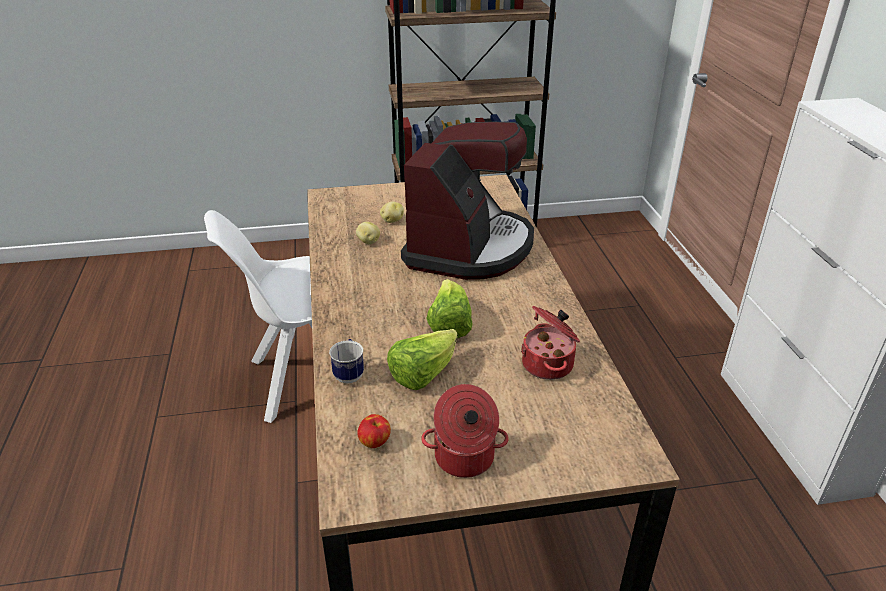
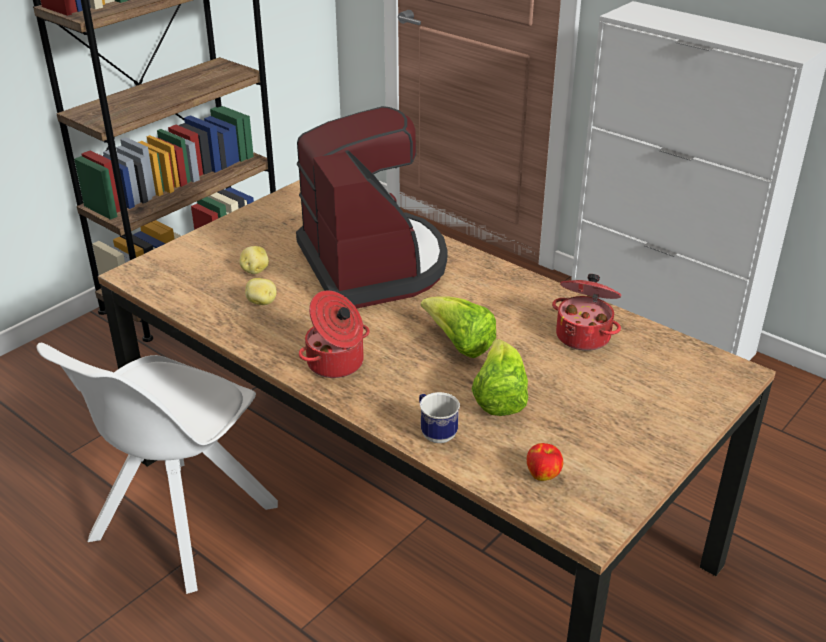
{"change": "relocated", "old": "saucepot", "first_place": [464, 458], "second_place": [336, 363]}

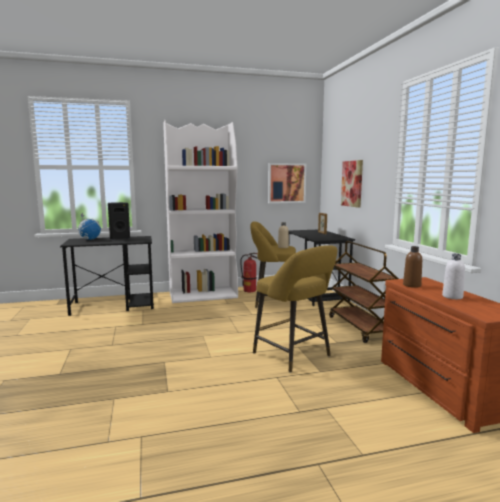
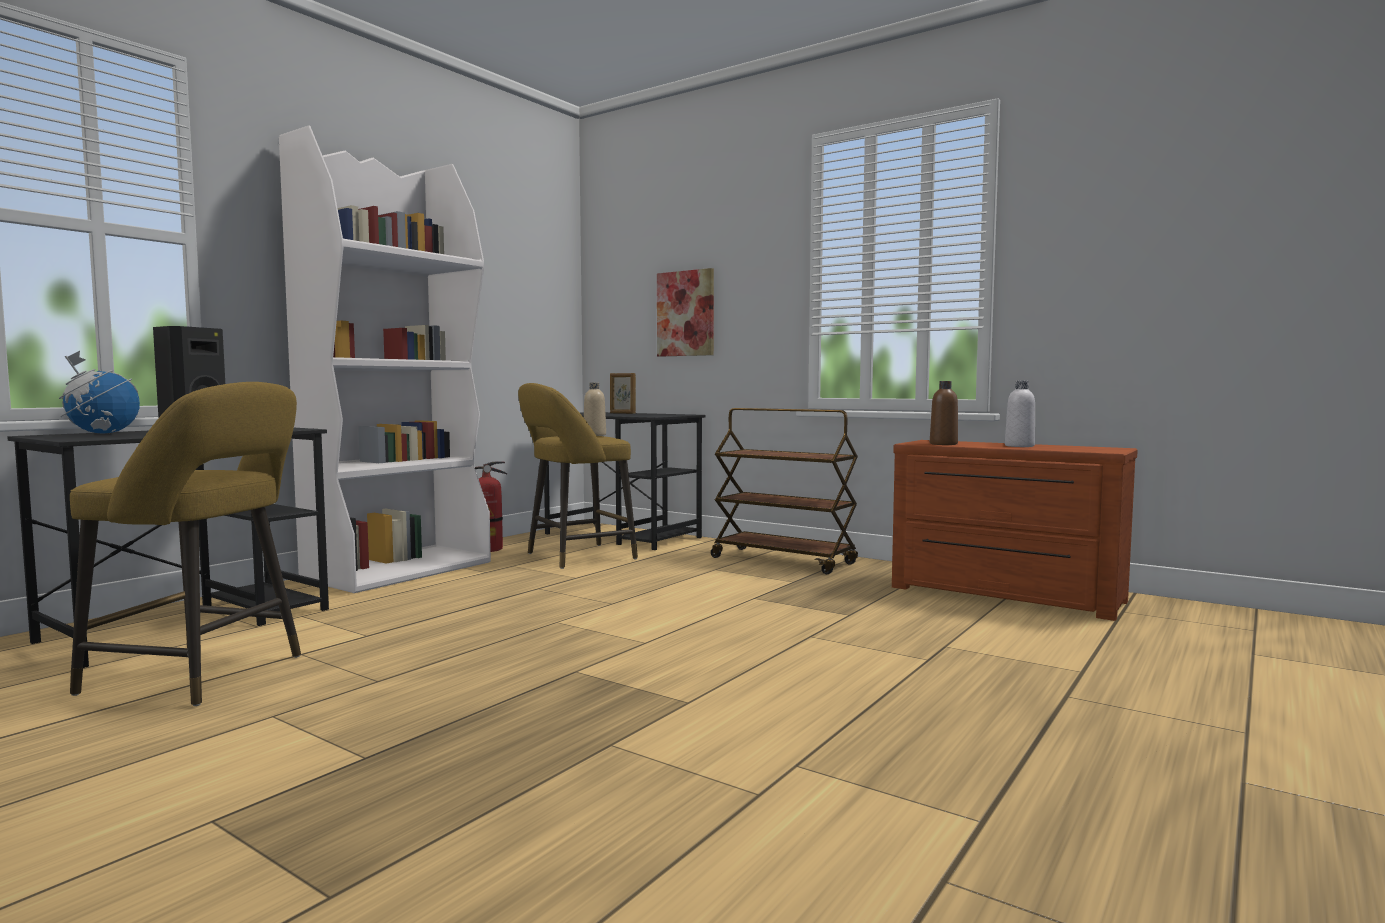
{"change": "missing", "old": "wall art", "first_place": [286, 183]}
{"change": "relocated", "old": "stool seat (yellow-coloured)", "first_place": [294, 356], "second_place": [204, 675]}

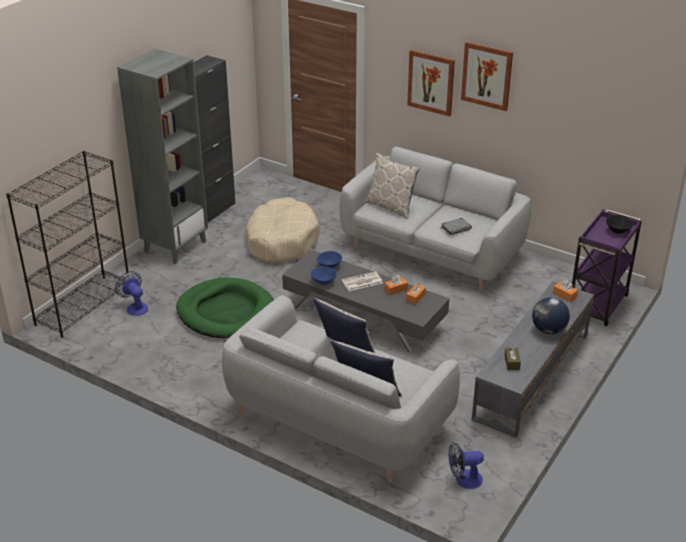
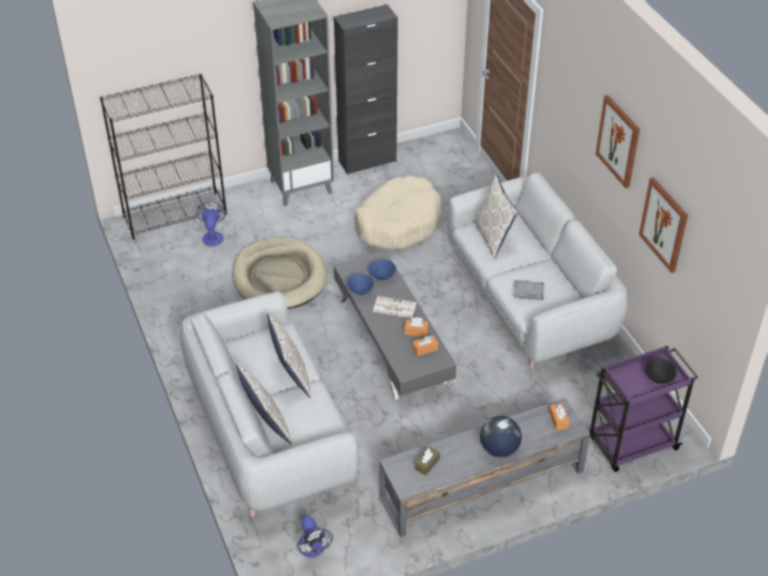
{"change": "relocated", "old": "wall art", "first_place": [431, 82], "second_place": [664, 224]}
{"change": "colour", "old": "pet bed (greenish)", "new": "pet bed (beige-coloured)", "first_place": [226, 312], "second_place": [279, 277]}
{"change": "spun", "old": "electric fan", "first_place": [464, 480], "second_place": [313, 550], "degrees": -135}

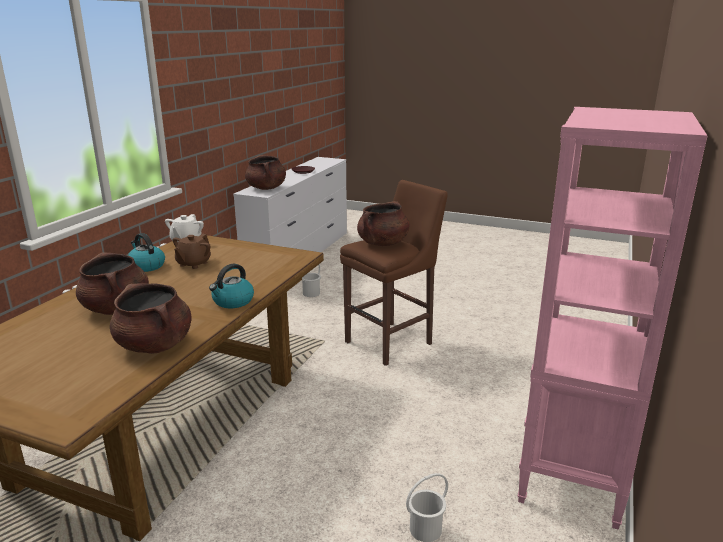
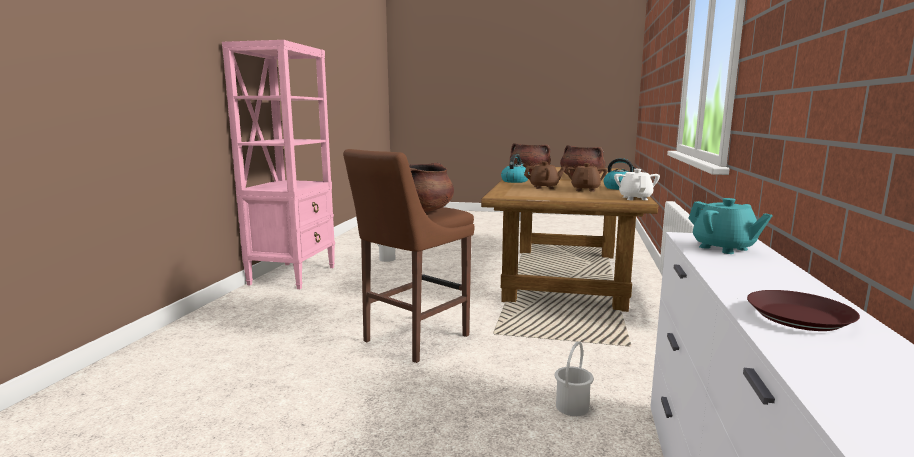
{"change": "exchanged", "old": "saucepot (brownish)", "new": "pot for tea (turquoise-coloured)", "first_place": [266, 188], "second_place": [723, 248]}
{"change": "appeared", "new": "pot for tea (brownish)", "second_place": [544, 187]}

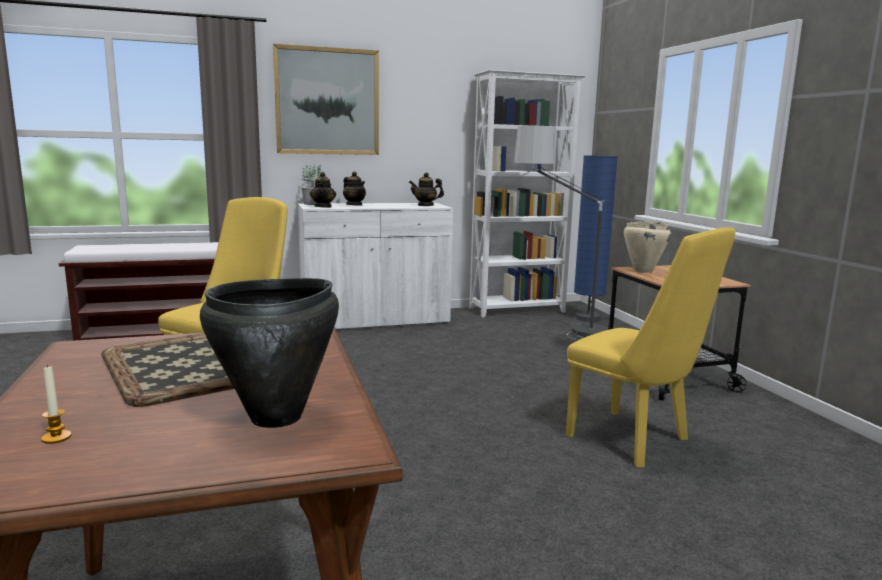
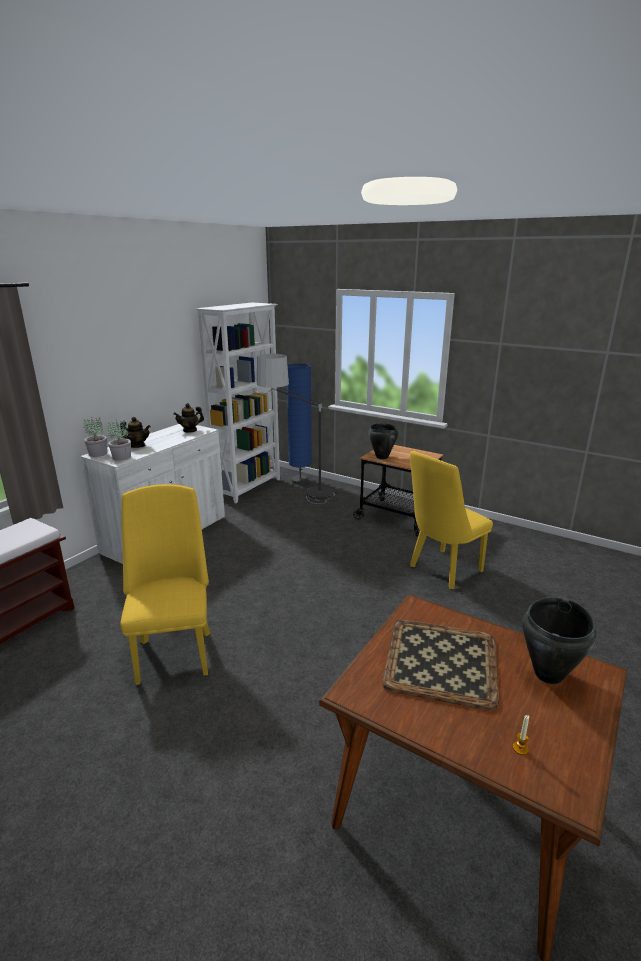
{"change": "missing", "old": "wall art", "first_place": [327, 101]}
{"change": "exchanged", "old": "pot for tea", "new": "plant in a pot", "first_place": [323, 207], "second_place": [122, 457]}
{"change": "colour", "old": "saucepot (beige-coloured)", "new": "saucepot (black)", "first_place": [642, 271], "second_place": [381, 457]}
{"change": "spun", "old": "upright chair (yellow-coloured)", "first_place": [636, 441], "second_place": [442, 571], "degrees": 135}

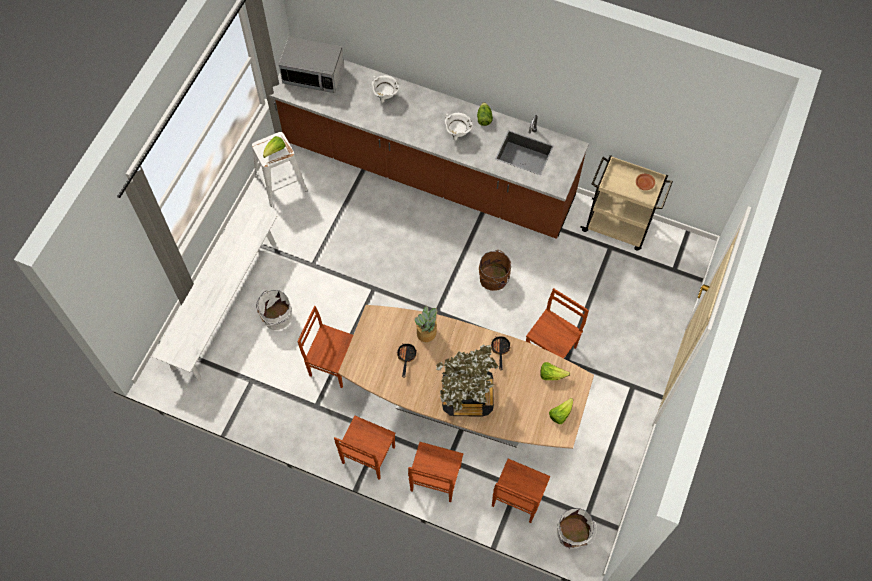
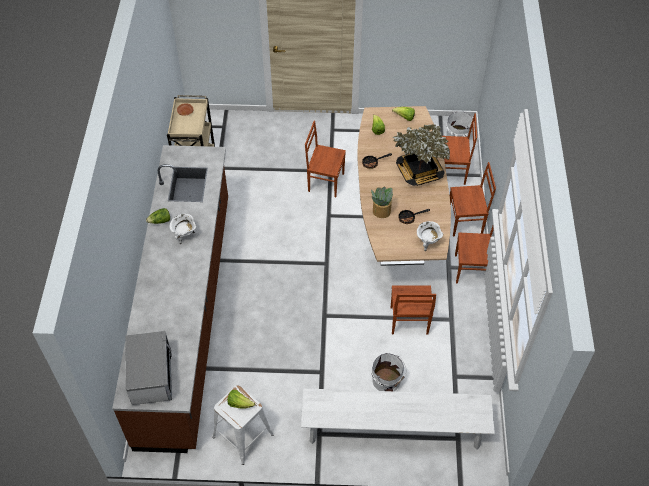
{"change": "relocated", "old": "saucepot (white)", "first_place": [385, 96], "second_place": [427, 242]}
{"change": "missing", "old": "pail (brownish)", "first_place": [494, 278]}

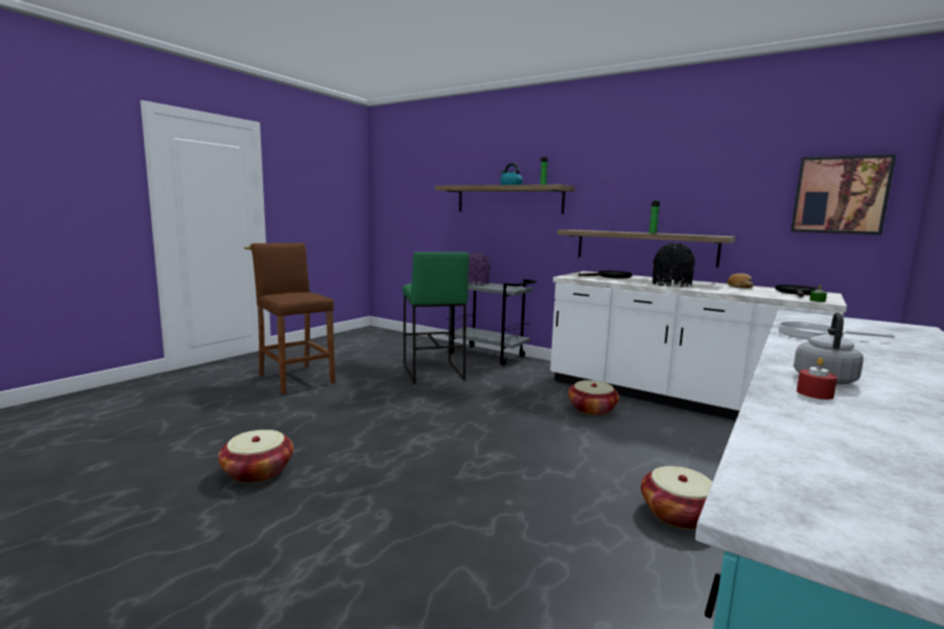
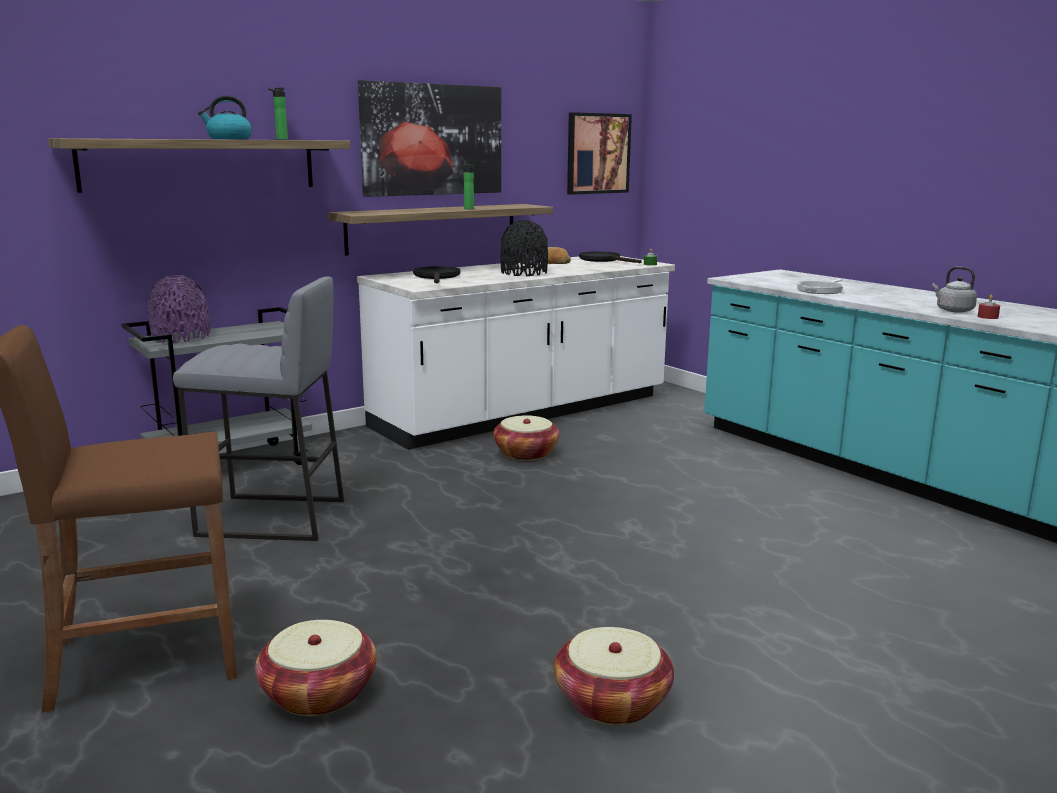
{"change": "colour", "old": "stool seat (greenish)", "new": "stool seat (grey)", "first_place": [432, 372], "second_place": [271, 518]}
{"change": "relocated", "old": "basket", "first_place": [678, 514], "second_place": [319, 693]}
{"change": "appeared", "new": "wall art", "second_place": [432, 140]}

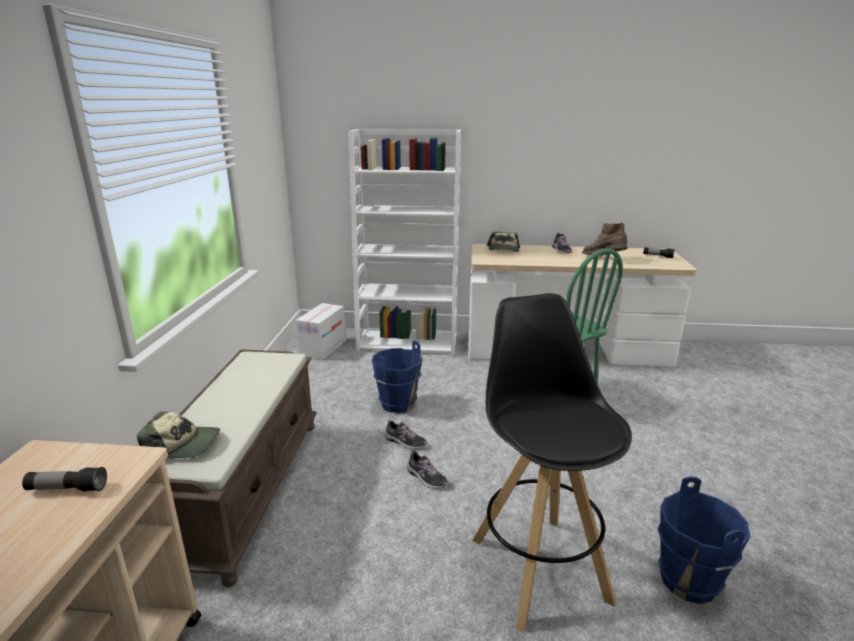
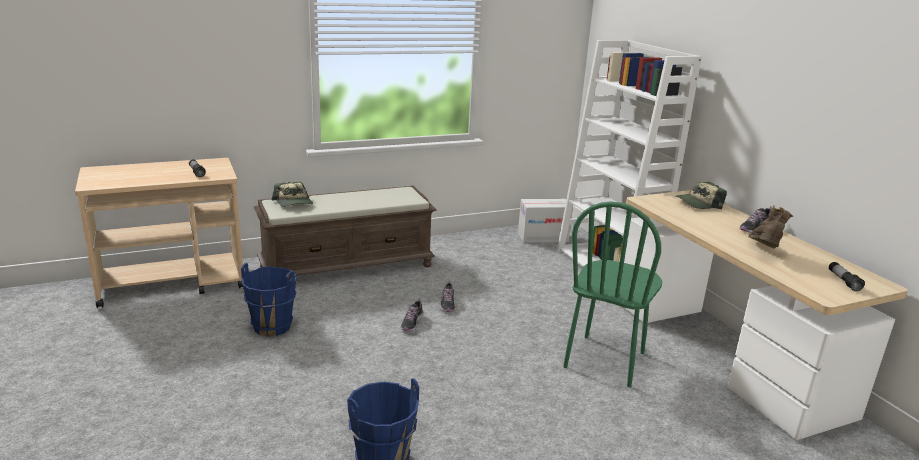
{"change": "missing", "old": "stool seat (black)", "first_place": [538, 567]}
{"change": "relocated", "old": "pail (blue)", "first_place": [397, 404], "second_place": [272, 327]}

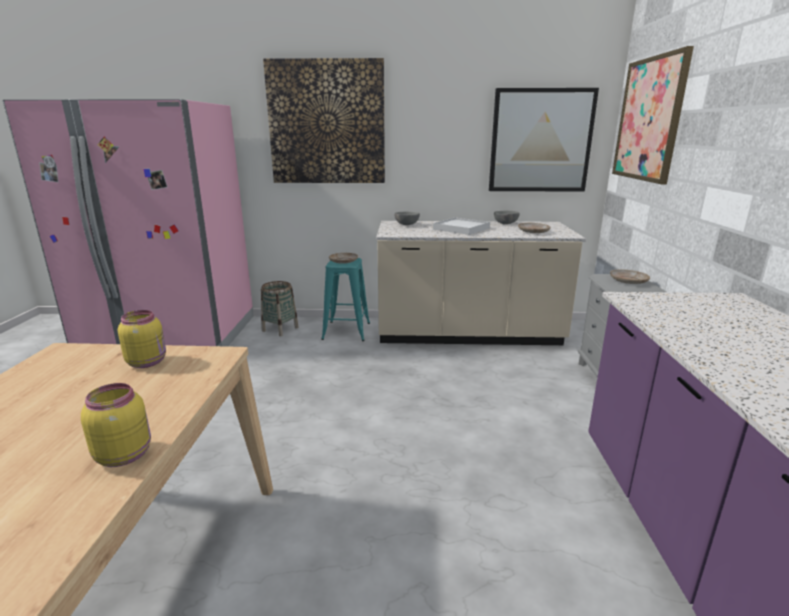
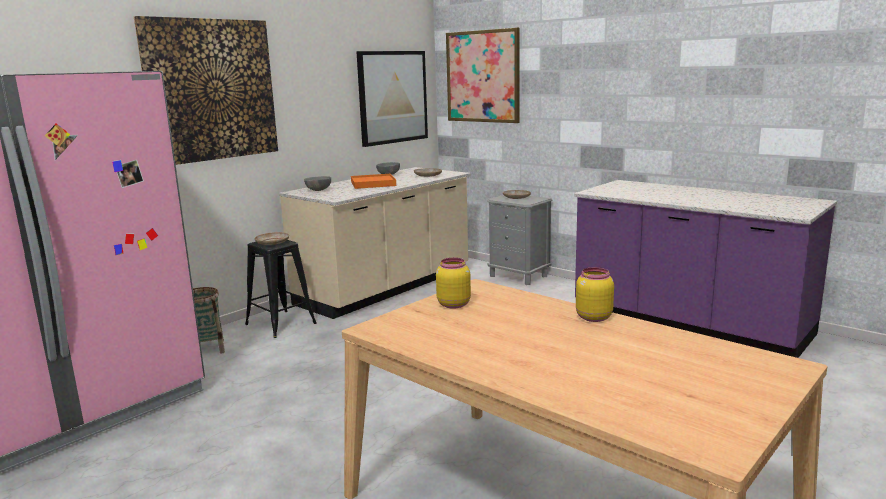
{"change": "colour", "old": "serving tray (white)", "new": "serving tray (orange)", "first_place": [461, 228], "second_place": [373, 184]}
{"change": "colour", "old": "stool seat (turquoise-coloured)", "new": "stool seat (black)", "first_place": [346, 331], "second_place": [280, 324]}

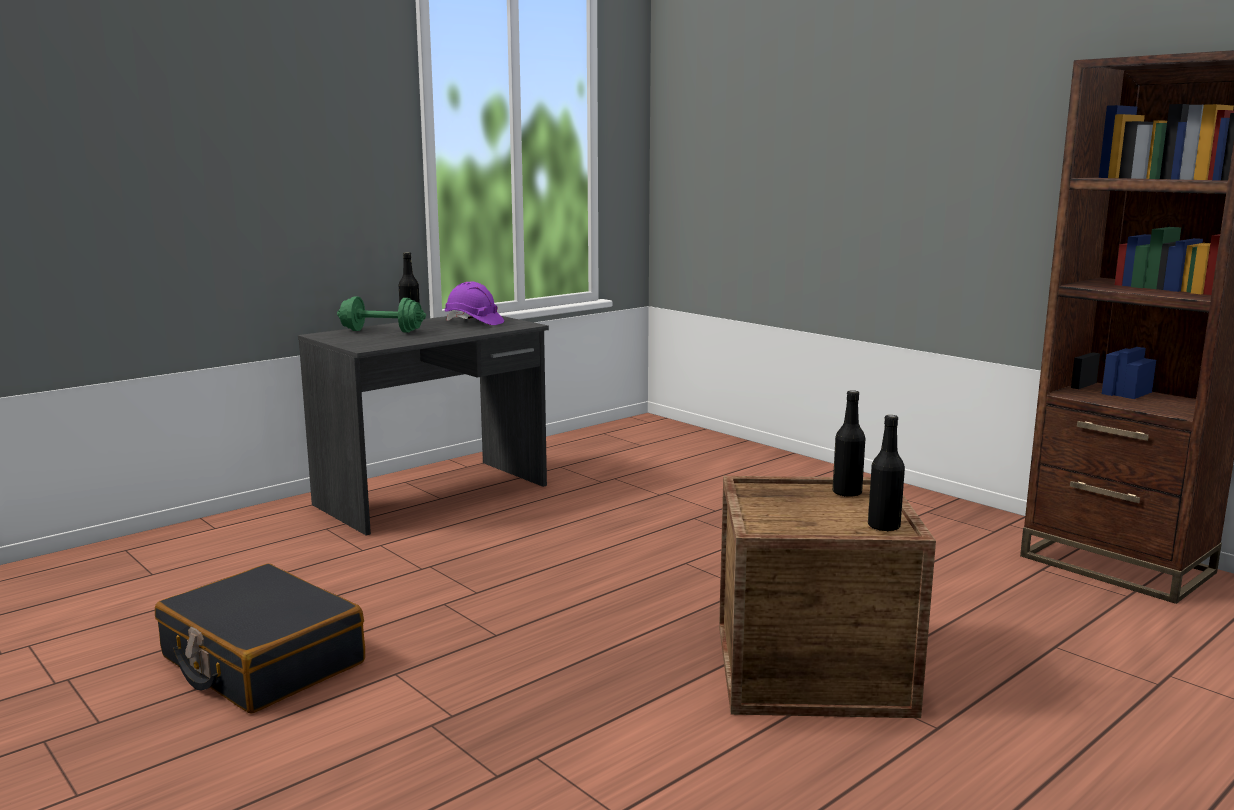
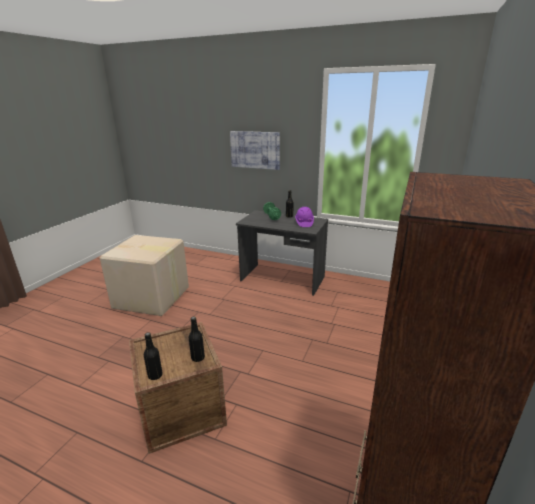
{"change": "exchanged", "old": "travel case (black)", "new": "cardboard box", "first_place": [262, 661], "second_place": [152, 298]}
{"change": "appeared", "new": "wall art", "second_place": [255, 150]}

